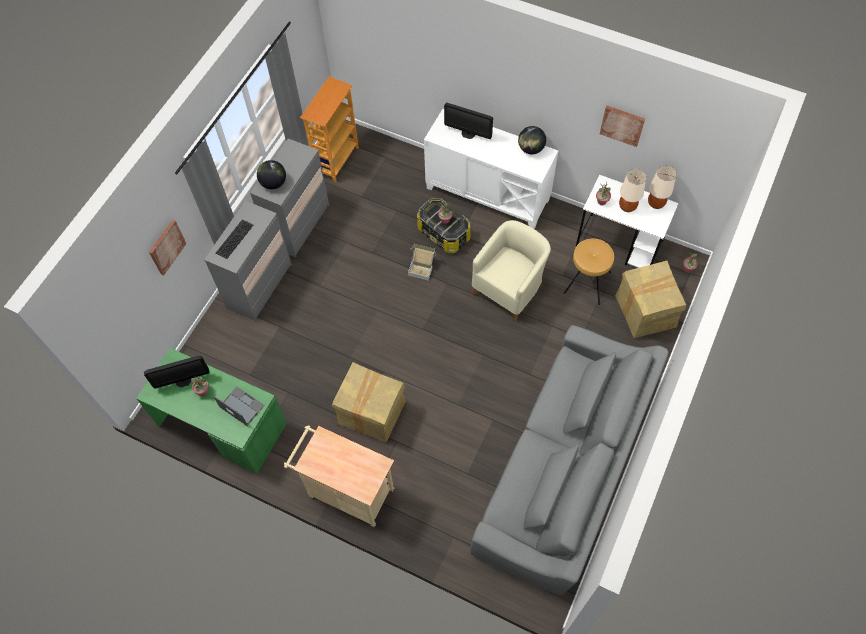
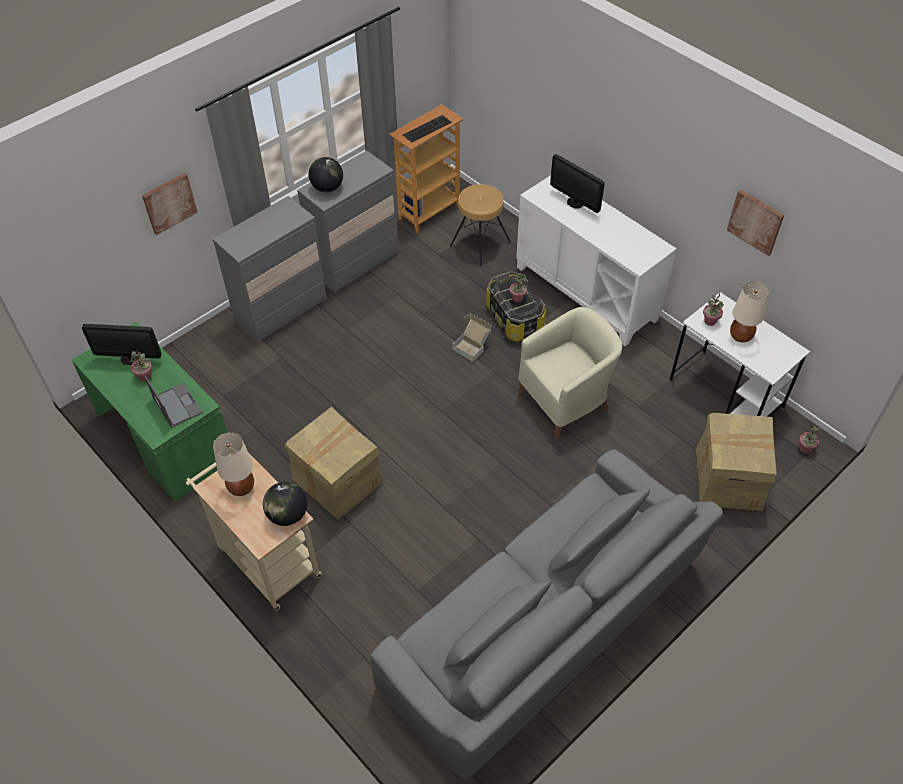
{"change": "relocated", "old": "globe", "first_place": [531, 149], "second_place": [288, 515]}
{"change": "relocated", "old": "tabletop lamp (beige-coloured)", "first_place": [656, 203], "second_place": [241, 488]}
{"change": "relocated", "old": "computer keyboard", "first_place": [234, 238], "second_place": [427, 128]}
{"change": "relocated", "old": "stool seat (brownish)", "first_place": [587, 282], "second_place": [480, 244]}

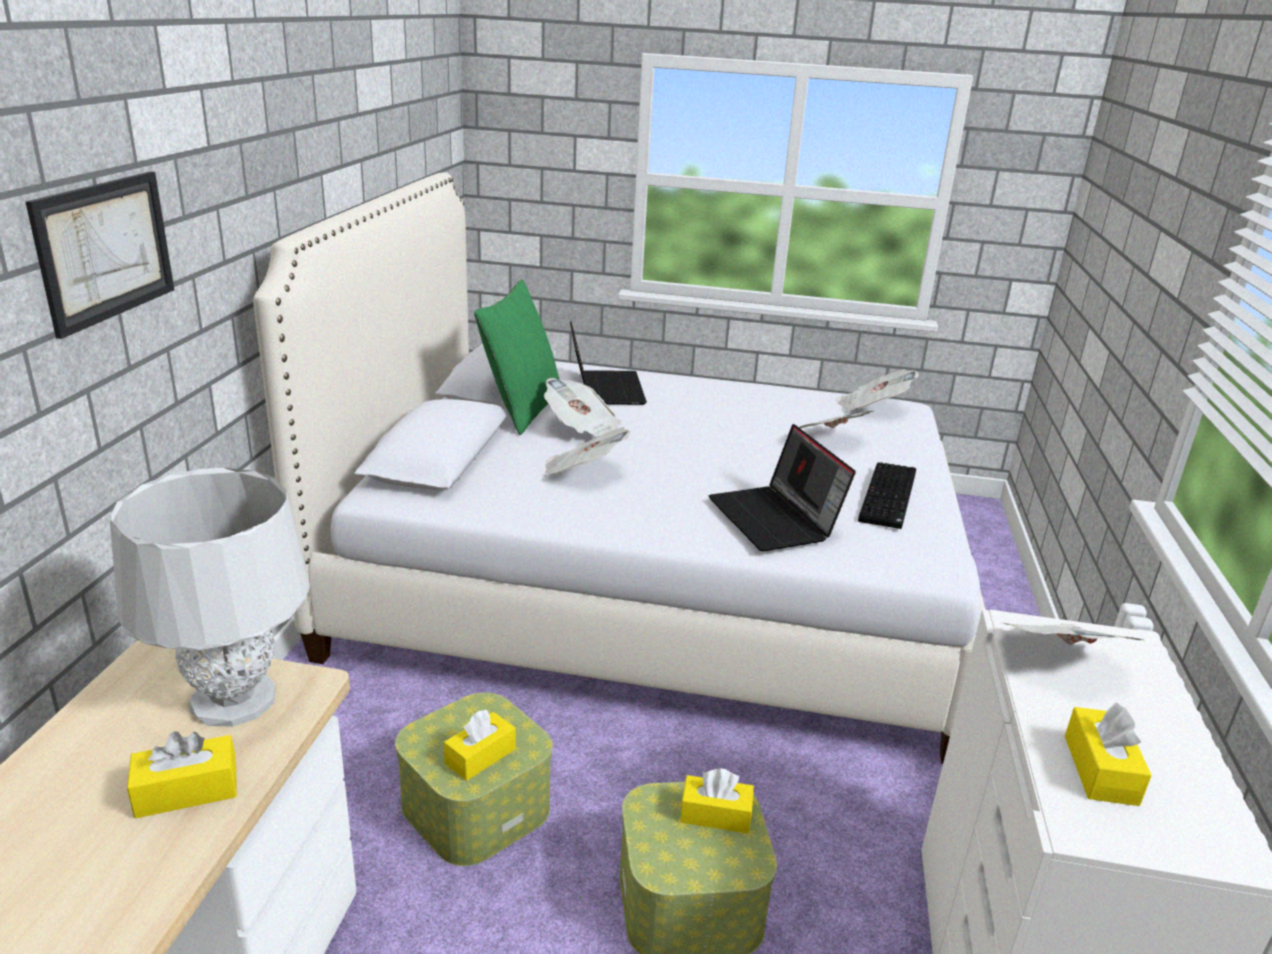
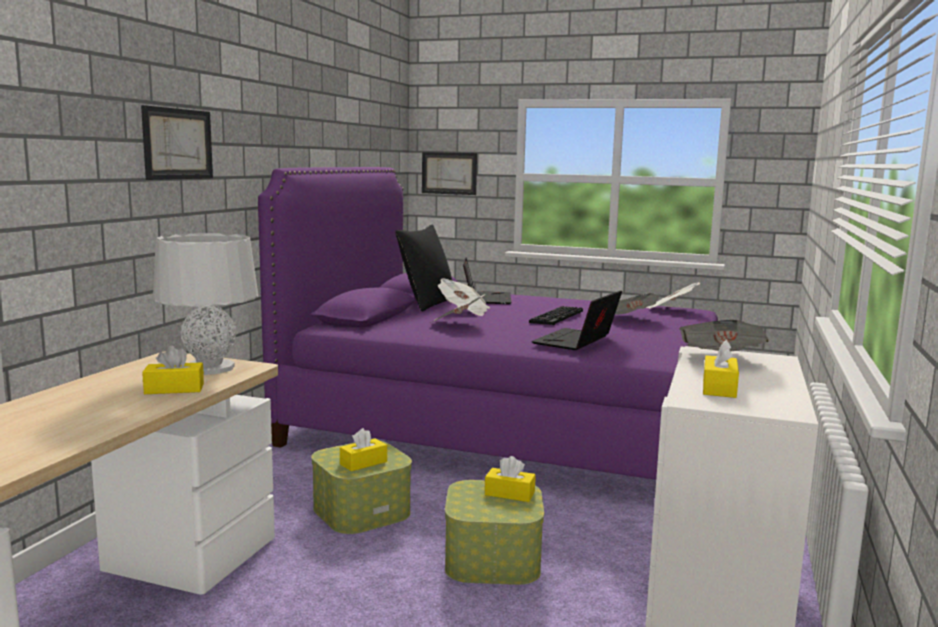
{"change": "colour", "old": "bed (white)", "new": "bed (purple-coloured)", "first_place": [652, 587], "second_place": [511, 426]}
{"change": "colour", "old": "throw pillow (greenish)", "new": "throw pillow (black)", "first_place": [521, 409], "second_place": [427, 304]}
{"change": "spun", "old": "notebook computer", "first_place": [776, 519], "second_place": [576, 342], "degrees": 45}
{"change": "relocated", "old": "computer keyboard", "first_place": [890, 497], "second_place": [557, 317]}
{"change": "appeared", "new": "wall art", "second_place": [449, 173]}

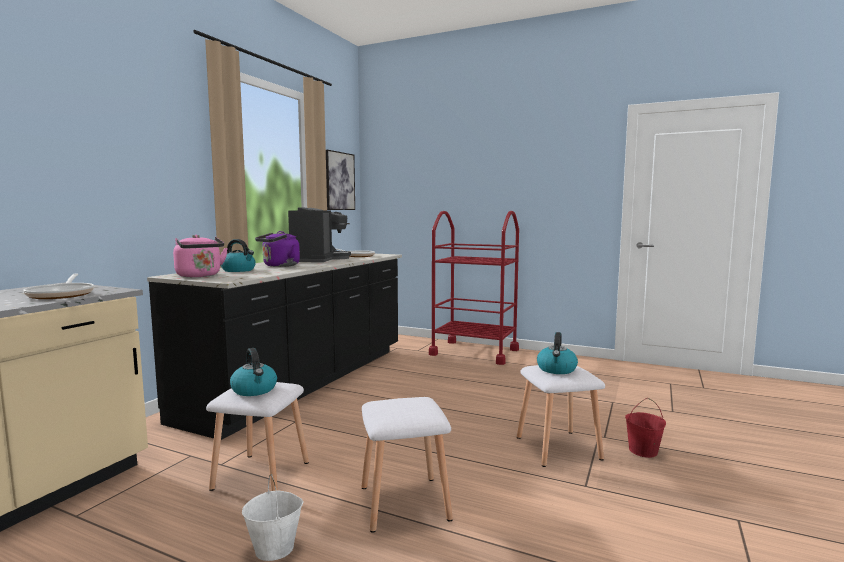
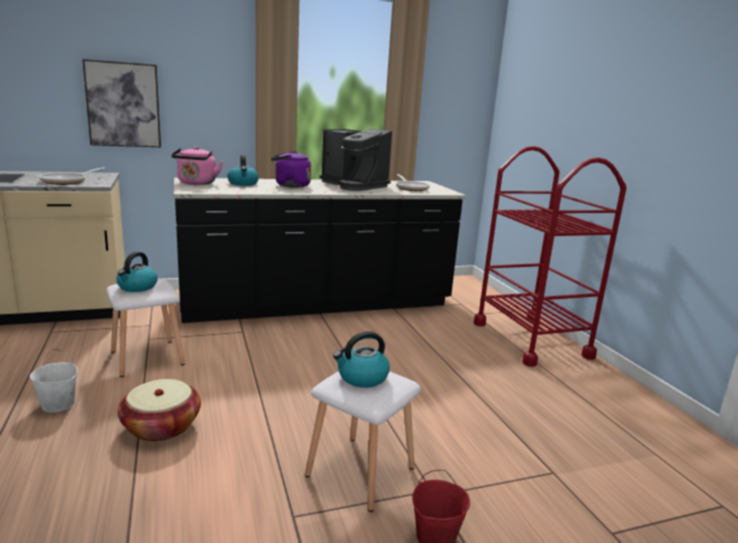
{"change": "relocated", "old": "wall art", "first_place": [339, 181], "second_place": [123, 105]}
{"change": "spun", "old": "coffee maker", "first_place": [318, 259], "second_place": [354, 185], "degrees": 75}
{"change": "exchanged", "old": "stool seat (white)", "new": "basket", "first_place": [403, 502], "second_place": [161, 426]}

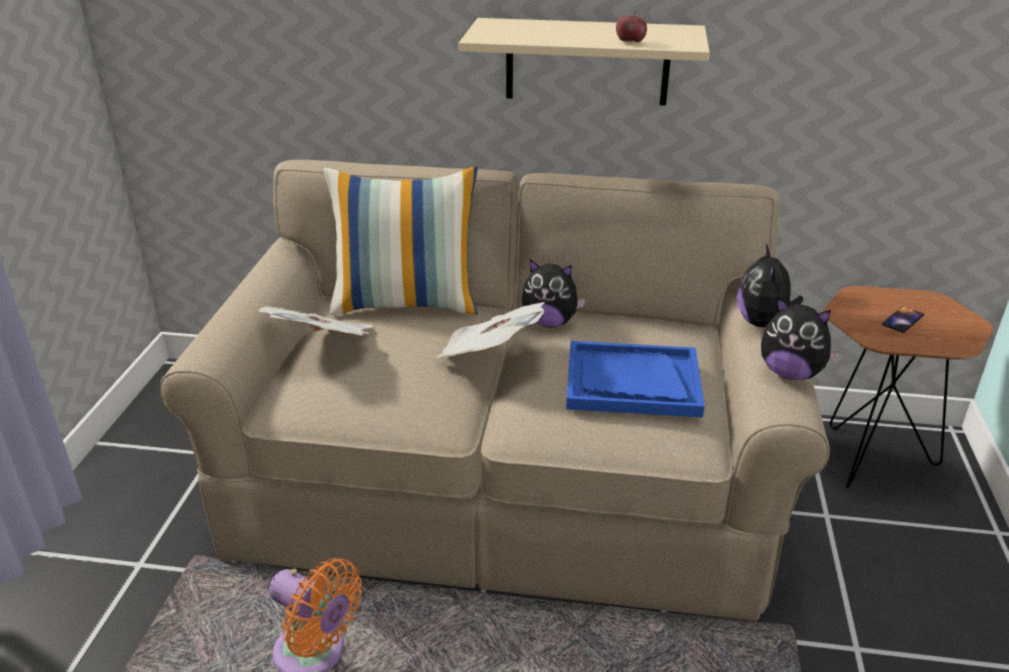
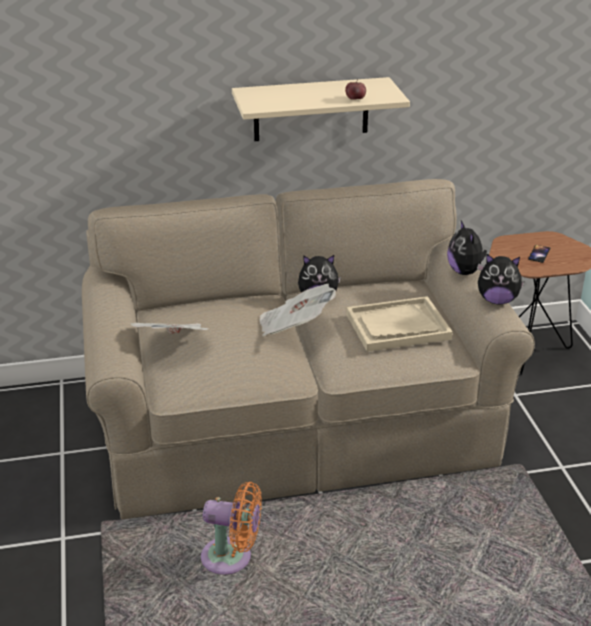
{"change": "missing", "old": "throw pillow", "first_place": [406, 303]}
{"change": "colour", "old": "serving tray (blue)", "new": "serving tray (beige-coloured)", "first_place": [632, 382], "second_place": [397, 326]}

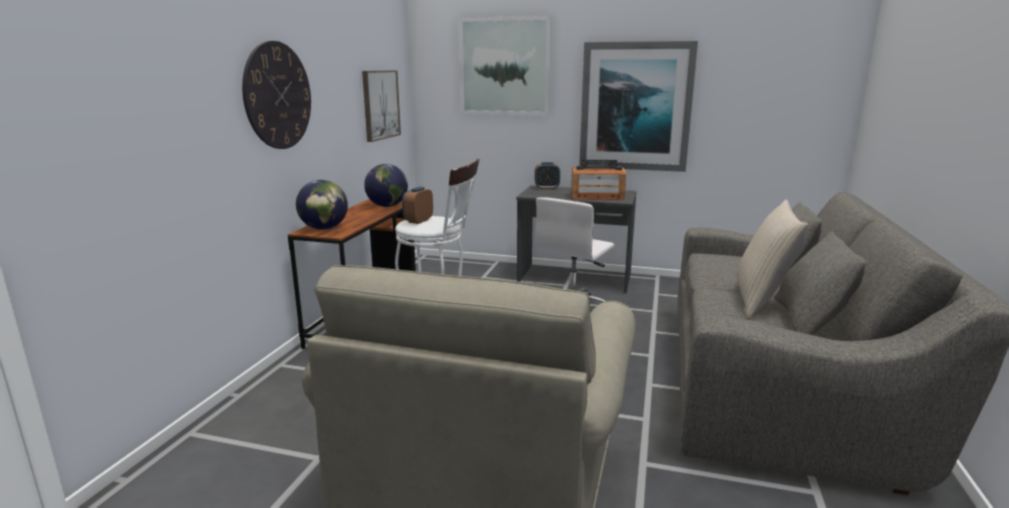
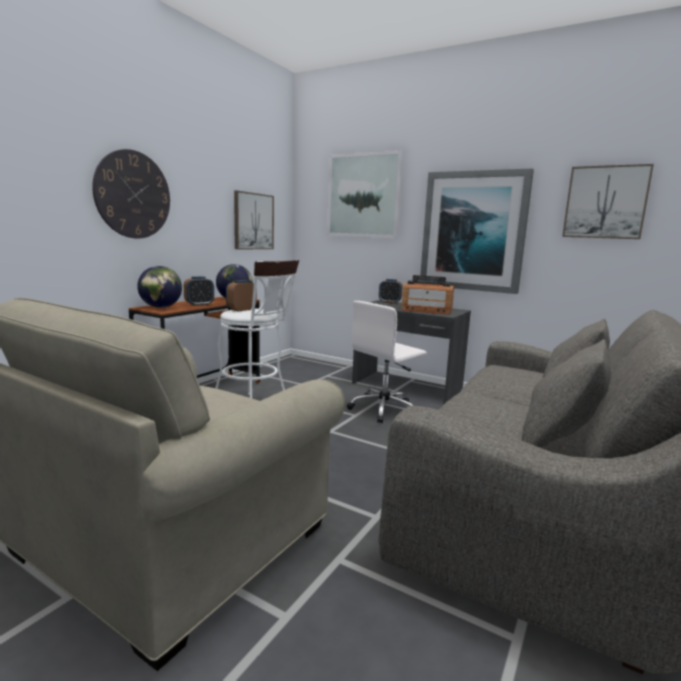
{"change": "missing", "old": "throw pillow (beige-coloured)", "first_place": [761, 301]}
{"change": "appeared", "new": "wall art", "second_place": [605, 202]}
{"change": "appeared", "new": "bedside clock", "second_place": [199, 305]}

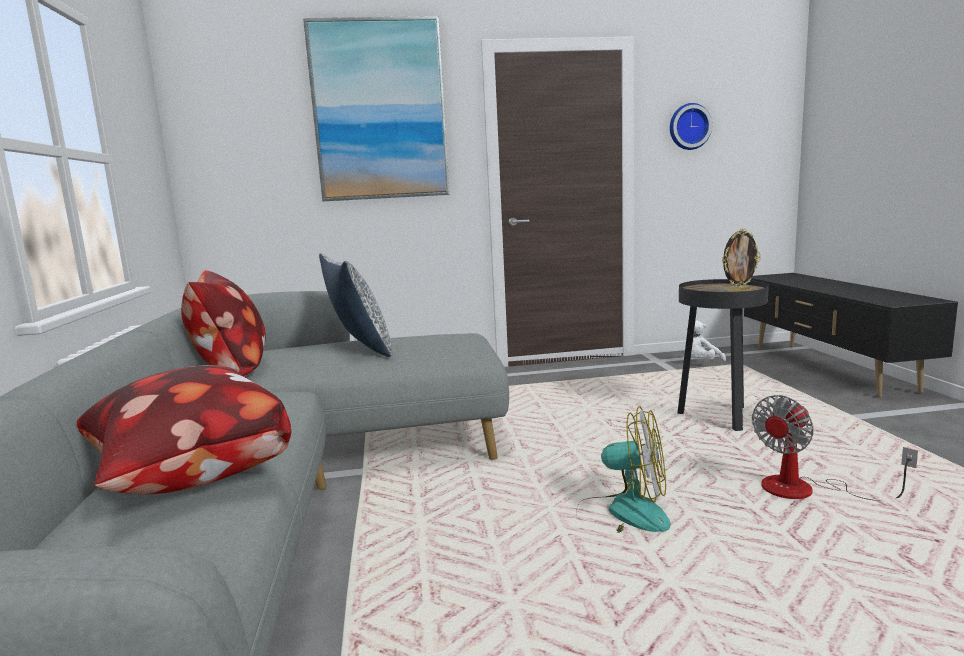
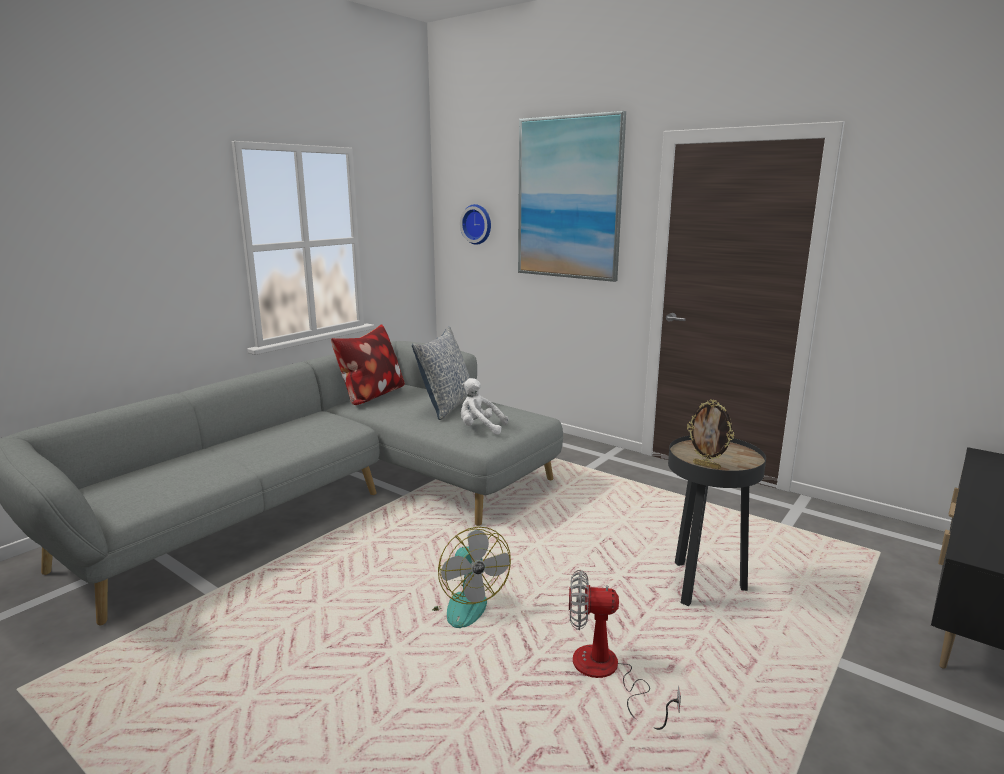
{"change": "relocated", "old": "clock on the wall", "first_place": [688, 127], "second_place": [477, 224]}
{"change": "relocated", "old": "cuddly toy (white)", "first_place": [701, 363], "second_place": [480, 428]}
{"change": "missing", "old": "throw pillow", "first_place": [189, 478]}

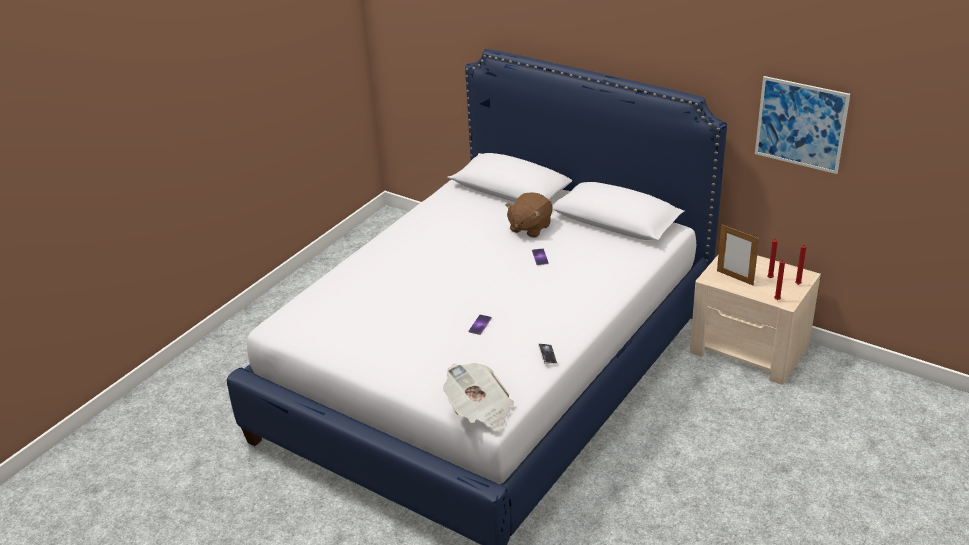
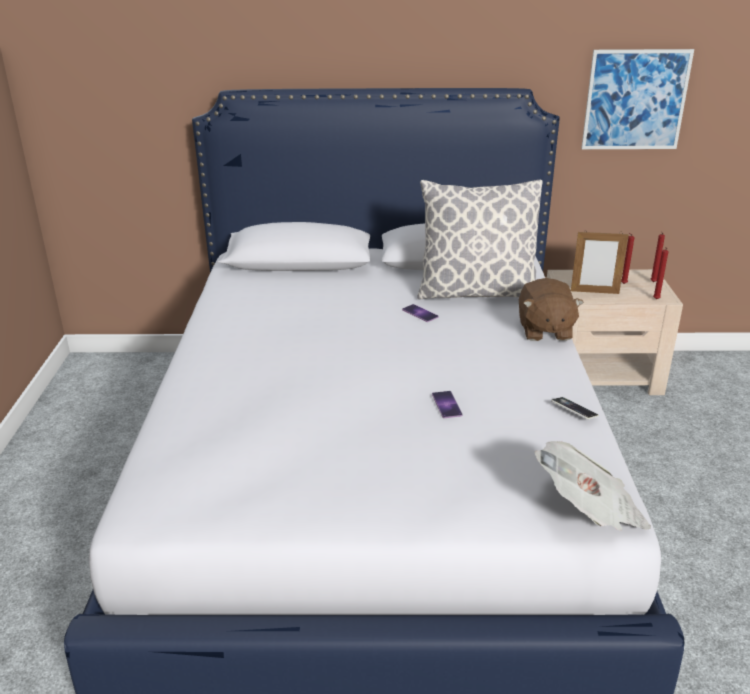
{"change": "relocated", "old": "cuddly toy (brownish)", "first_place": [529, 228], "second_place": [544, 330]}
{"change": "appeared", "new": "throw pillow", "second_place": [476, 292]}

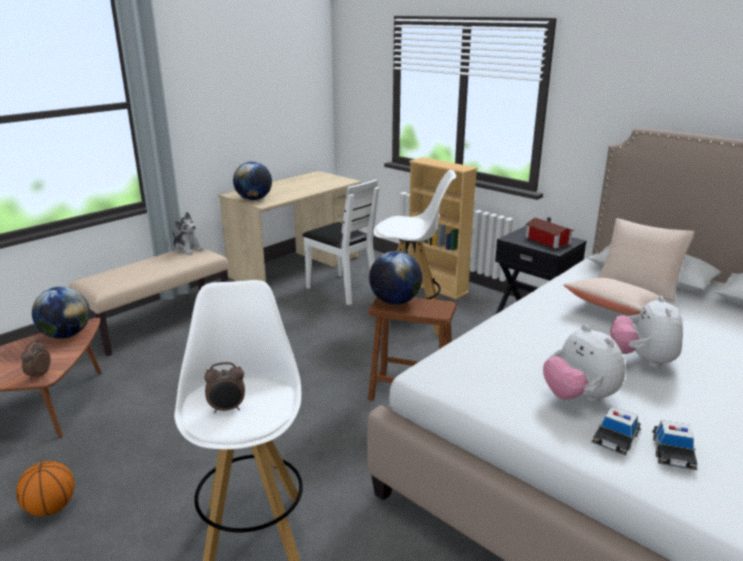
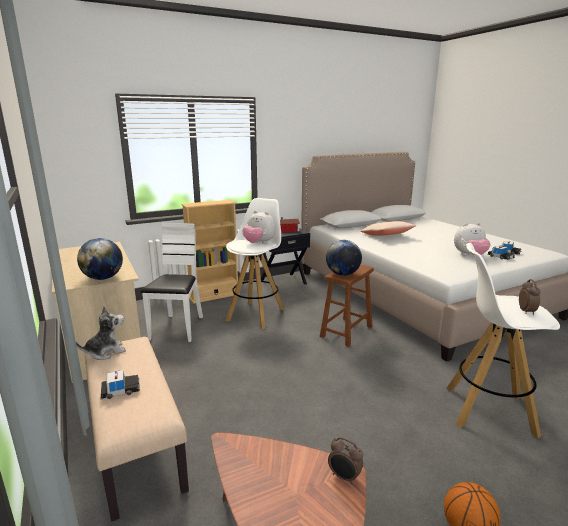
{"change": "spun", "old": "upright chair (white)", "first_place": [342, 289], "second_place": [177, 328], "degrees": -60}
{"change": "missing", "old": "throw pillow (beige-coloured)", "first_place": [639, 285]}
{"change": "missing", "old": "globe", "first_place": [66, 335]}
{"change": "relocated", "old": "cuddly toy", "first_place": [642, 360], "second_place": [259, 243]}
{"change": "appeared", "new": "model car", "second_place": [120, 390]}

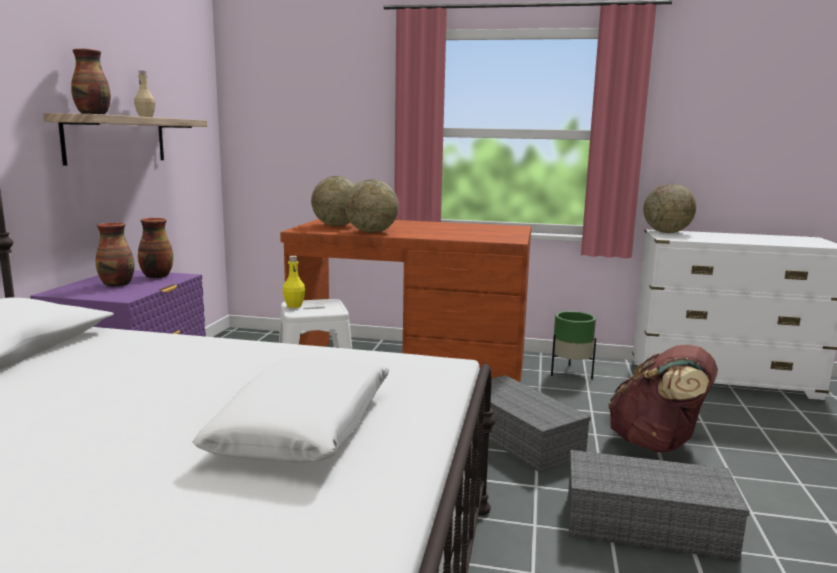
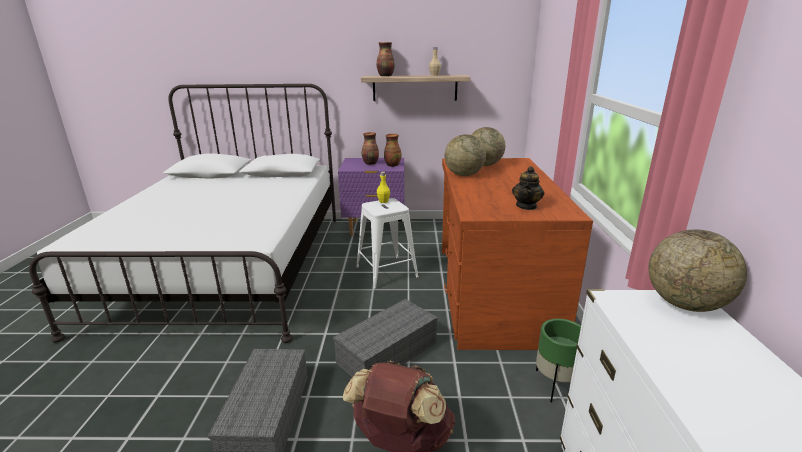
{"change": "missing", "old": "throw pillow (white)", "first_place": [305, 426]}
{"change": "appeared", "new": "pot for tea", "second_place": [526, 206]}

